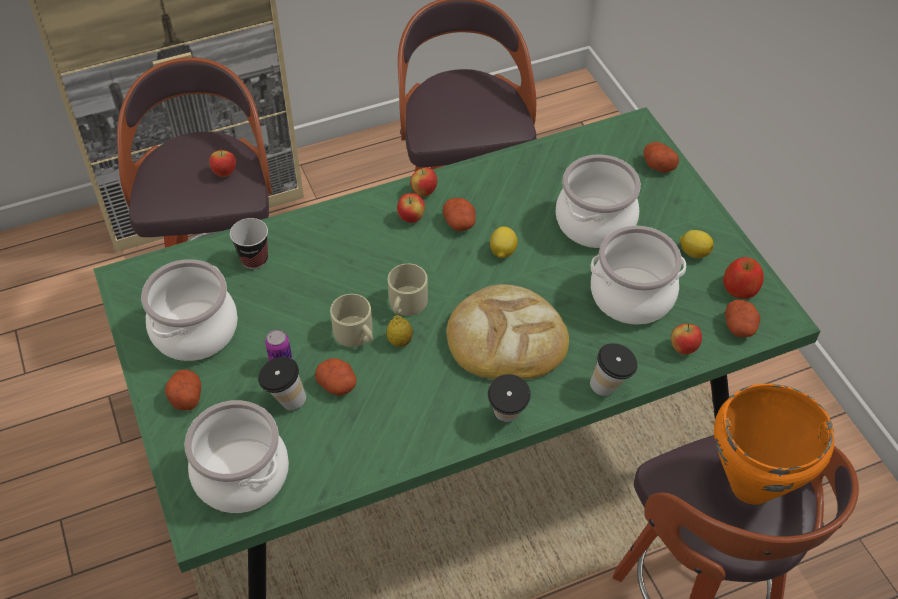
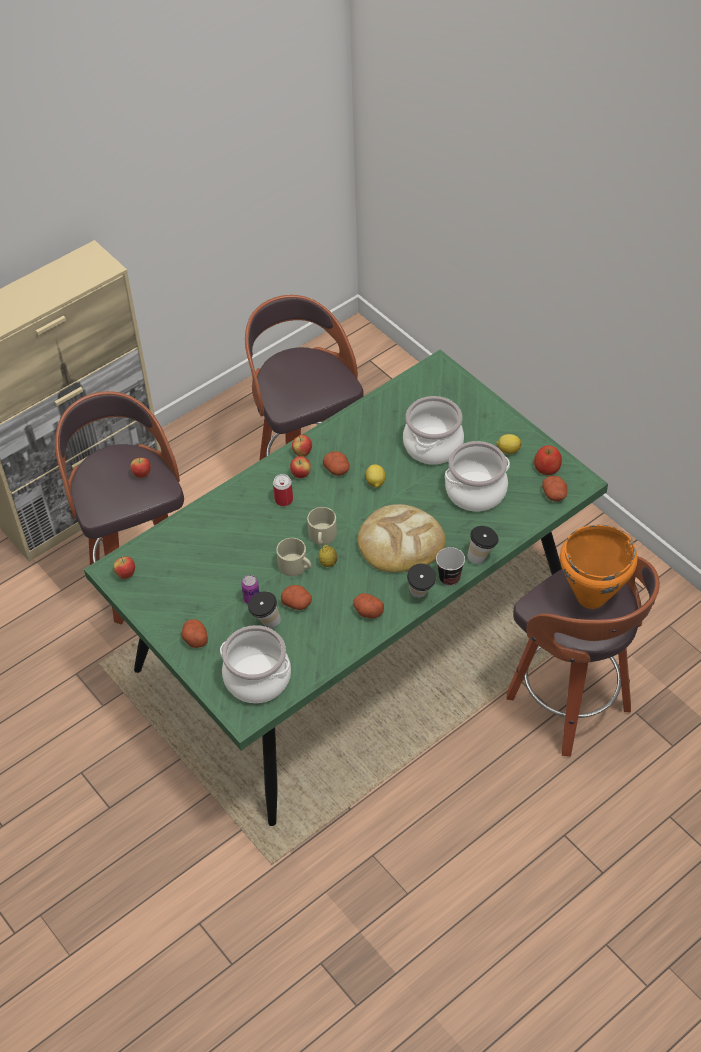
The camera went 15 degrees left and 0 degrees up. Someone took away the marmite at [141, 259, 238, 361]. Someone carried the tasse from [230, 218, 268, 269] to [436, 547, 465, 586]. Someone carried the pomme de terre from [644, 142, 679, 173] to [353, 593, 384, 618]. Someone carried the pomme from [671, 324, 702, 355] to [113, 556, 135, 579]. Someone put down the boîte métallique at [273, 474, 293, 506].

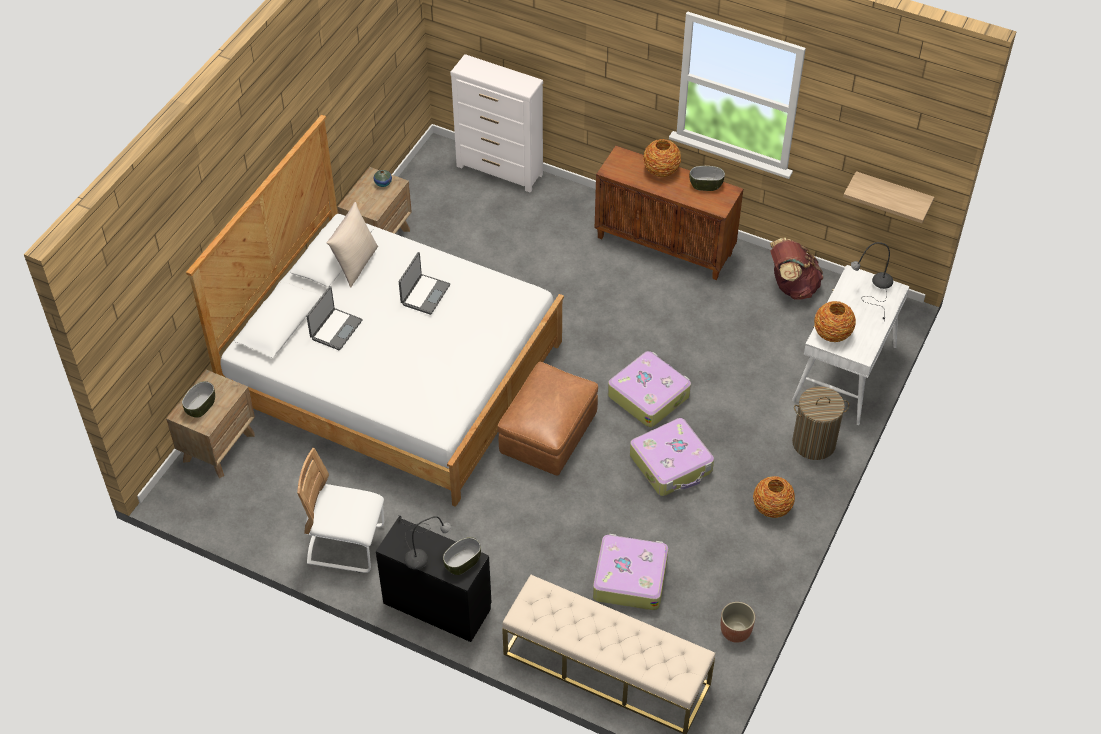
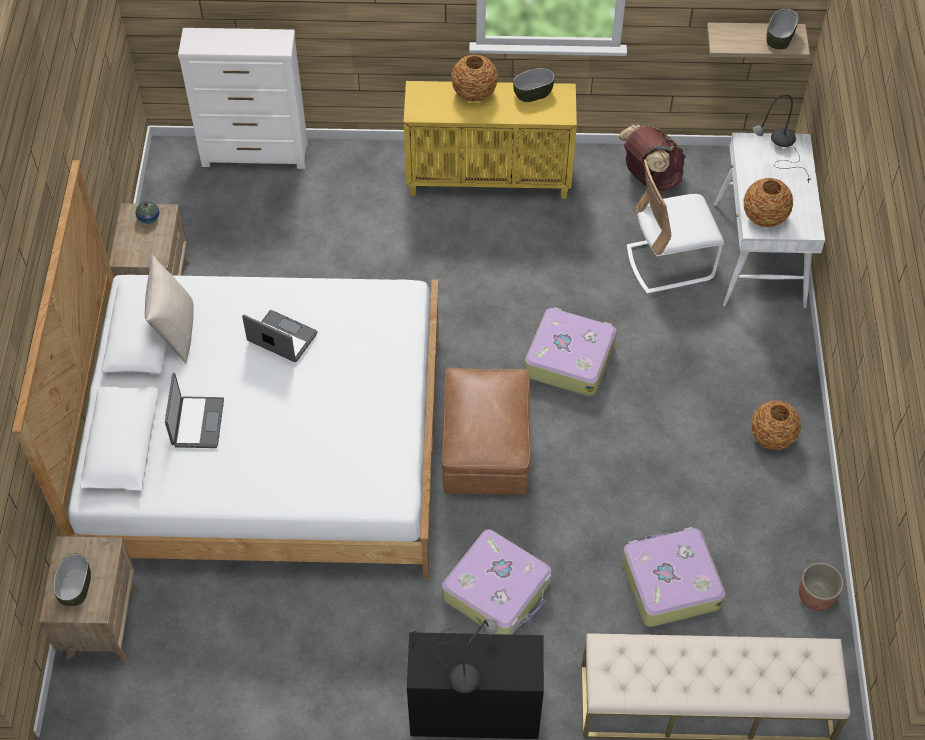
The camera went 25 degrees left and 5 degrees up. Someone carried the chaise/blanc from [297, 448, 384, 573] to [627, 159, 724, 294]. Someone rotated the ordinateur portable at [399, 252, 450, 315] by 60 degrees counterclockwise. Someone carried the bol from [443, 537, 481, 575] to [766, 8, 799, 50]. Someone repainted the meuble de rangement/marron at [595, 146, 743, 280], which became the meuble de rangement/jaune at [403, 81, 577, 198]. Someone carried the valise from [630, 418, 714, 496] to [442, 529, 551, 635]. Someone took away the panier à linge at [792, 386, 849, 460].

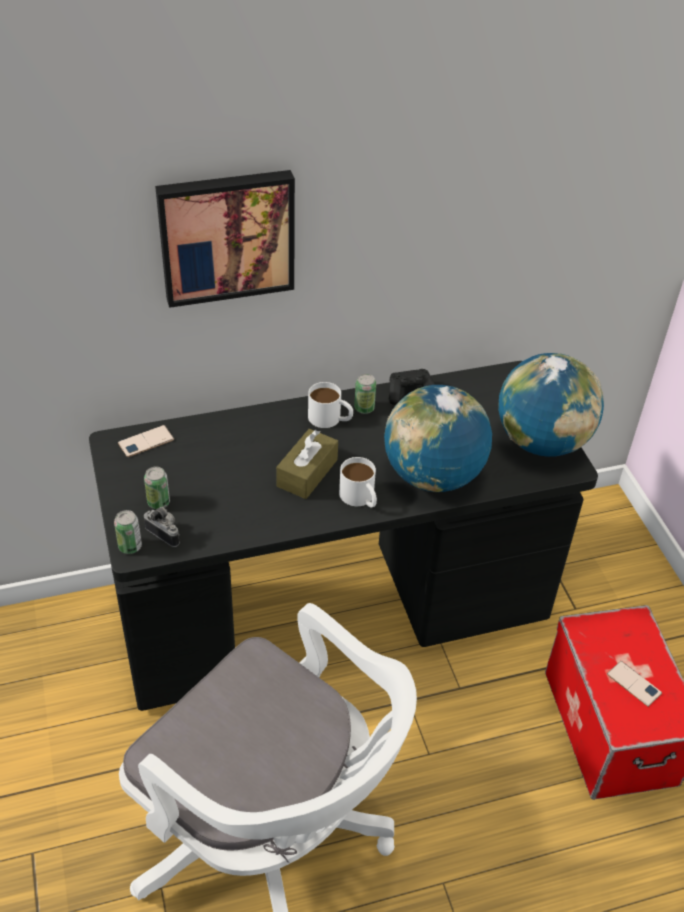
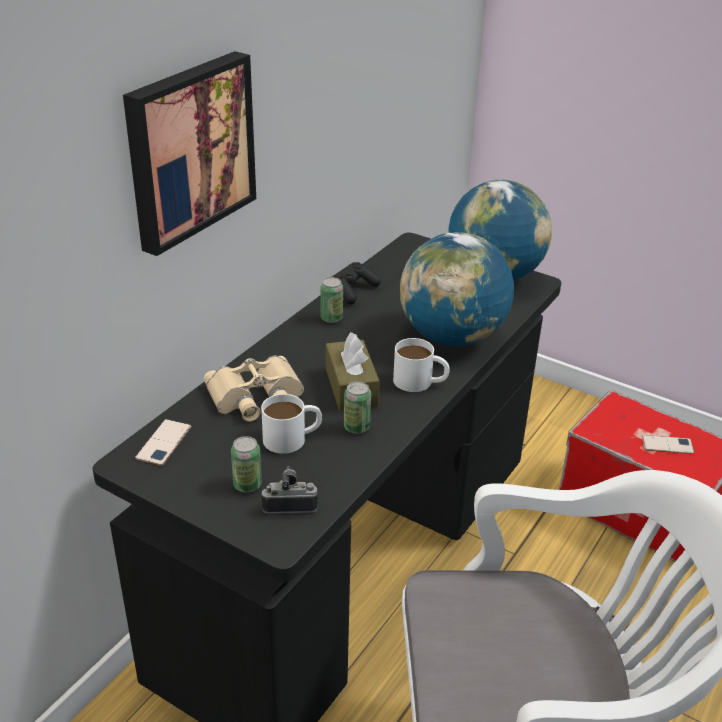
The camera went 40 degrees left and 10 degrees down. Someone carried the boîte métallique from [114, 510, 142, 554] to [344, 381, 371, 434]. Someone carried the mug/blanc from [308, 382, 353, 428] to [261, 394, 322, 454]. Someone put down the jumelles/beige at [204, 355, 304, 422].

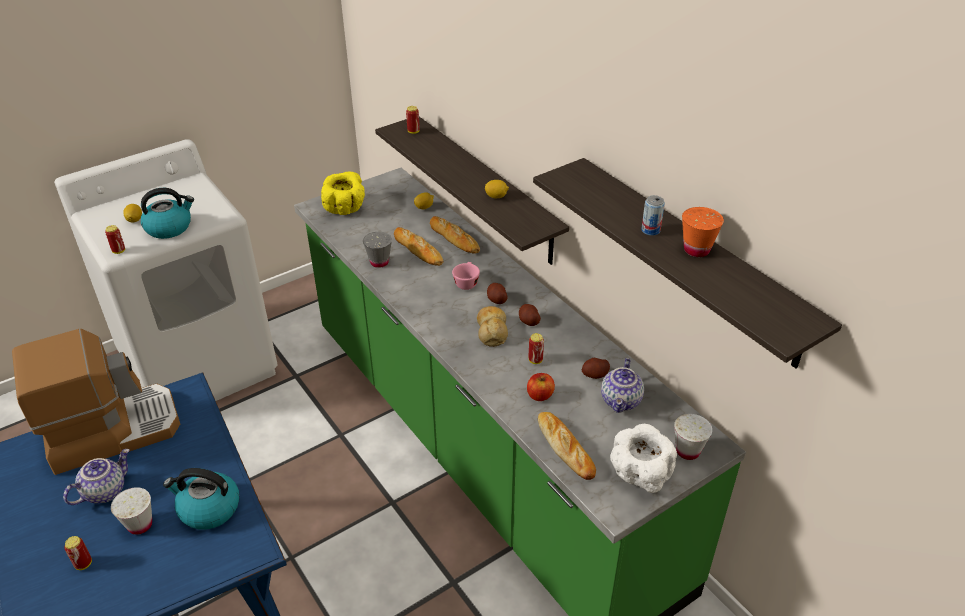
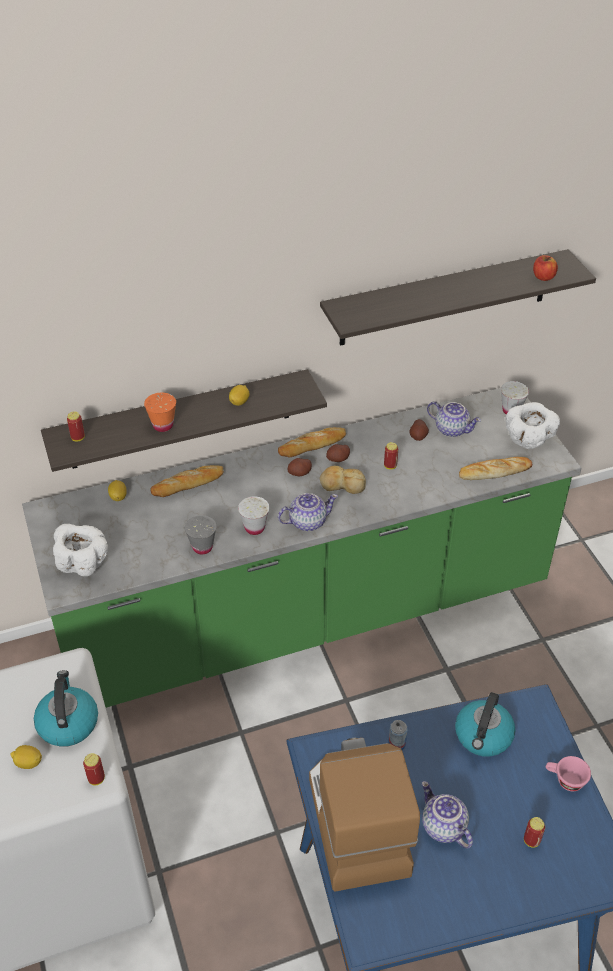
The camera went 75 degrees left and 5 degrees up. Someone carried the tasse/blanc from [111, 487, 152, 535] to [238, 496, 269, 535]. Someone repainted the bol/jaune at [321, 172, 365, 215], which became the bol/blanc at [53, 524, 108, 576]. Someone carried the pain from [394, 227, 443, 266] to [278, 427, 346, 458]. Someone carried the tasse/rose from [452, 262, 480, 290] to [546, 756, 591, 791]. Someone carried the pomme from [527, 373, 555, 401] to [533, 255, 558, 281]. Someone carried the boîte métallique from [641, 195, 665, 236] to [388, 720, 408, 750]. Someone carried the tasse/orange from [682, 207, 724, 257] to [144, 393, 176, 432]. Someone put down the théière at [278, 493, 338, 531].

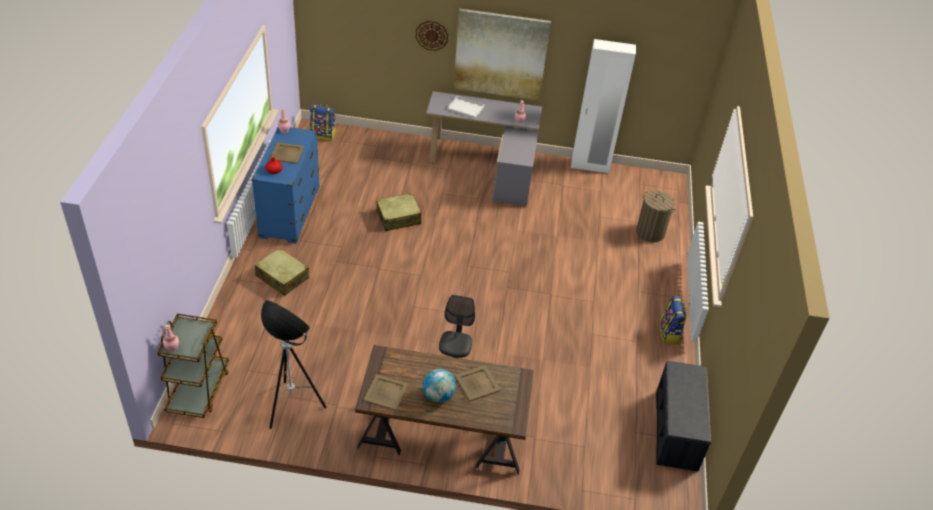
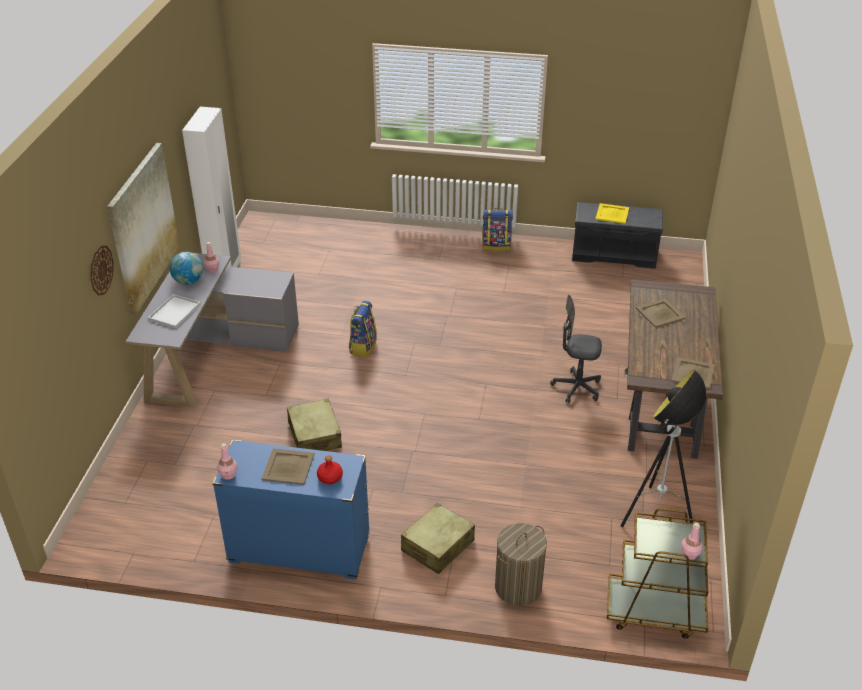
The camera went 85 degrees left and 5 degrees down. Someone carried the sac à dos from [310, 104, 336, 141] to [349, 301, 377, 357]. Someone carried the globe from [422, 369, 456, 403] to [170, 252, 203, 285]. Someone carried the panier à linge from [636, 191, 676, 242] to [495, 523, 547, 606]. Someone put down the plateau/jaune at [595, 203, 629, 224].

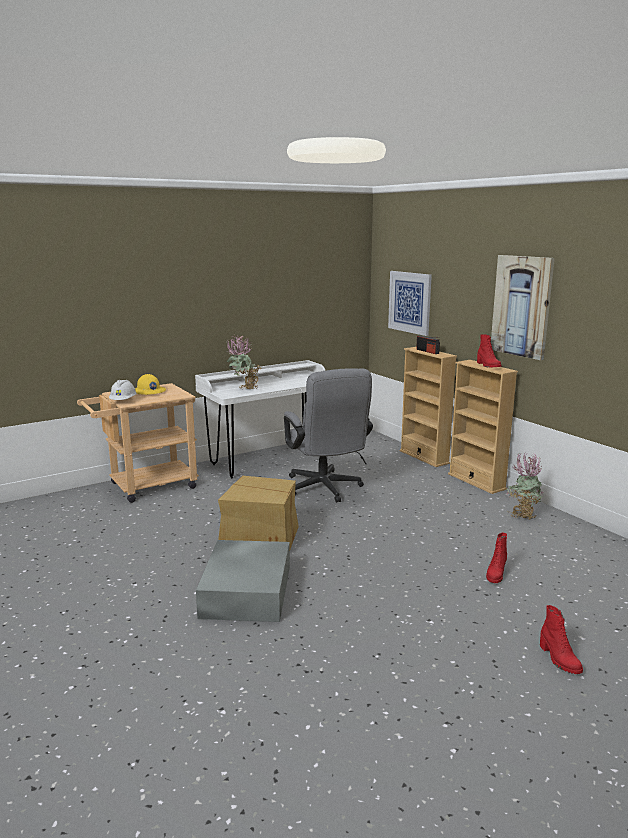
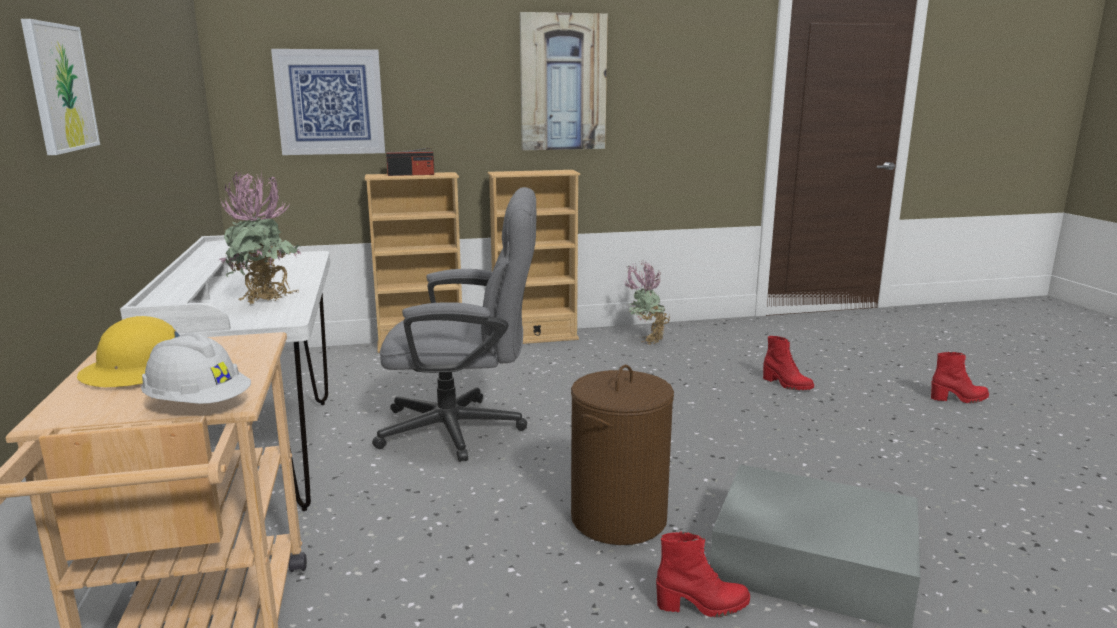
The camera went 70 degrees left and 0 degrees up. Someone swapped the carton at [218, 476, 299, 549] for the panier à linge/marron at [571, 365, 674, 545]. Someone carried the botte/rouge from [477, 334, 501, 368] to [656, 531, 750, 617]. Someone put up the tableau at [21, 19, 100, 155].

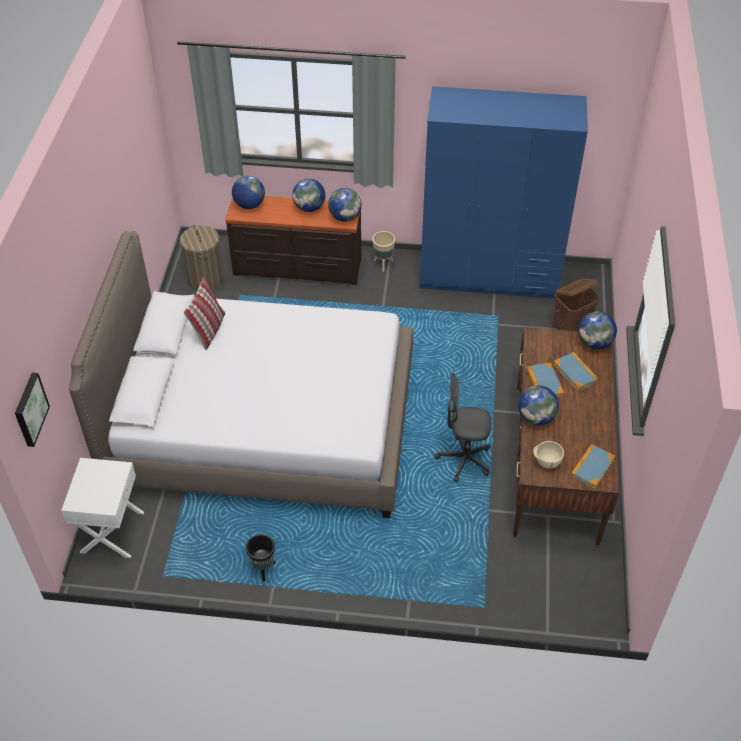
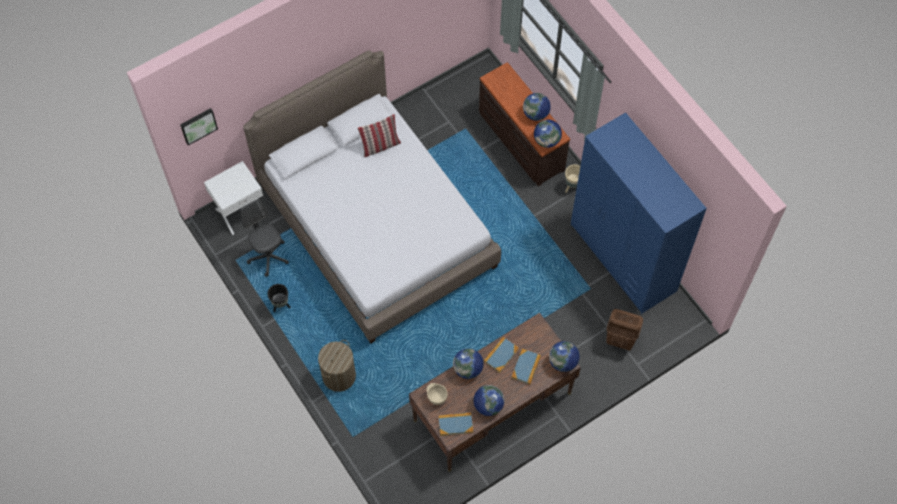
The camera went 50 degrees right and 15 degrees up. Someone carried the panier à linge from [180, 225, 224, 291] to [318, 340, 356, 392]. Someone carried the globe from [232, 176, 265, 209] to [473, 385, 504, 416]. Someone carried the chaise de bureau/gris from [435, 372, 491, 482] to [241, 199, 289, 277].

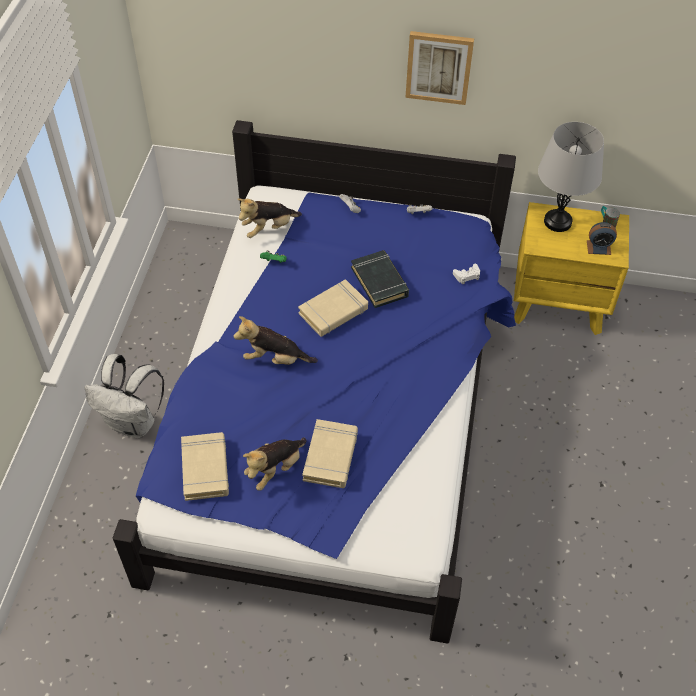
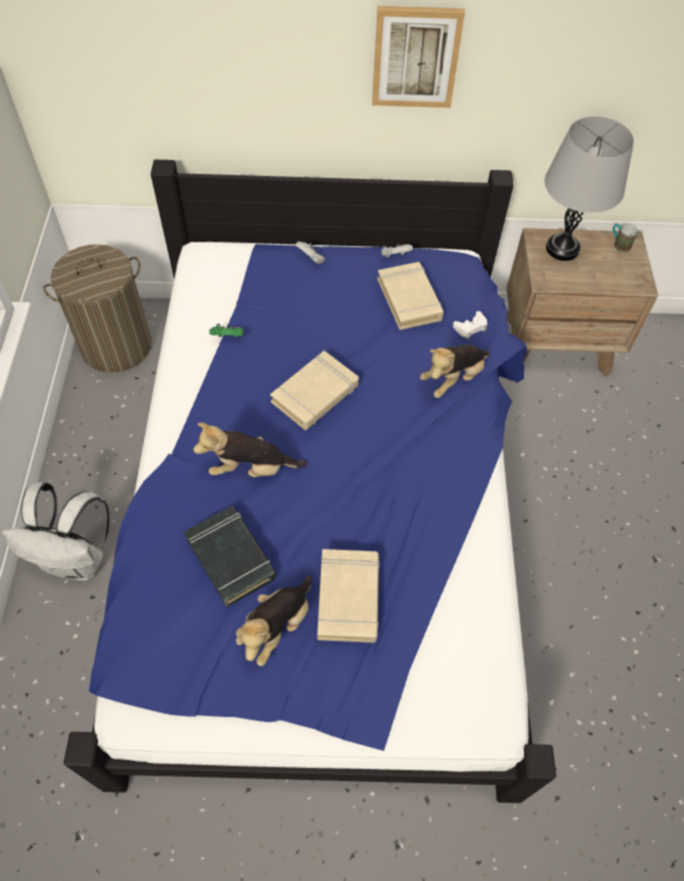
The camera went 10 degrees left and 5 degrees up. Someone carried the livre/beige from [181, 432, 229, 501] to [377, 262, 444, 330]. Someone carried the peluche from [237, 198, 302, 238] to [420, 345, 489, 398]. Someone carried the livre/noir from [351, 250, 409, 308] to [184, 506, 276, 607]. Someone repainted the table de chevet/jaune at [514, 202, 629, 335], which became the table de chevet/marron at [506, 228, 658, 377]. Someone took away the réveil at [587, 222, 617, 255]. Someone put down the panier à linge at [43, 244, 152, 373].

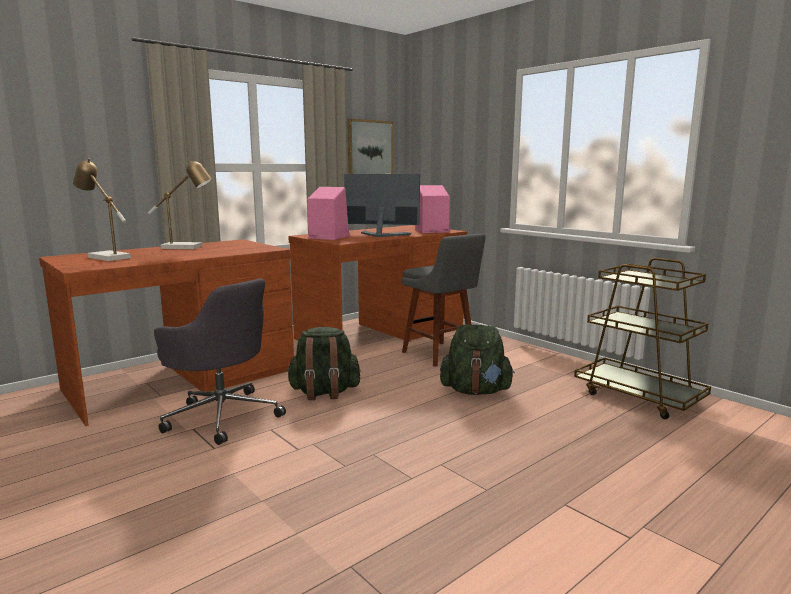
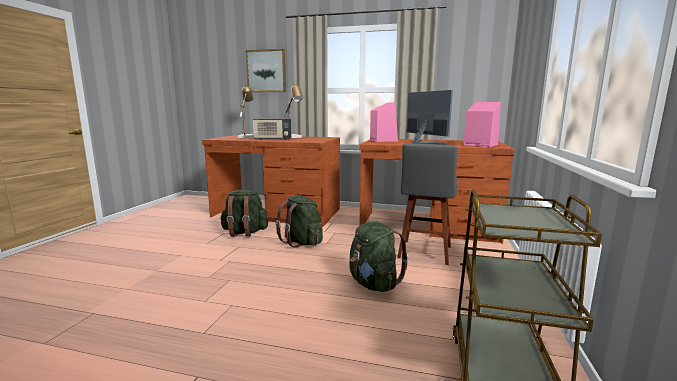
The camera went 55 degrees right and 0 degrees up. Someone swapped the chaise de bureau/gris at [154, 278, 286, 445] for the sac à dos/vert at [220, 190, 268, 237]. Someone carried the tableau from [347, 119, 393, 174] to [246, 49, 286, 92]. Someone put down the radio at [252, 118, 292, 140].

